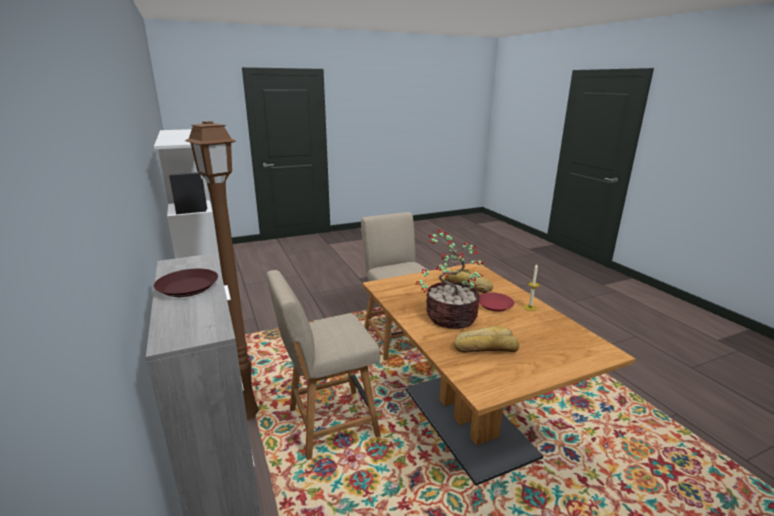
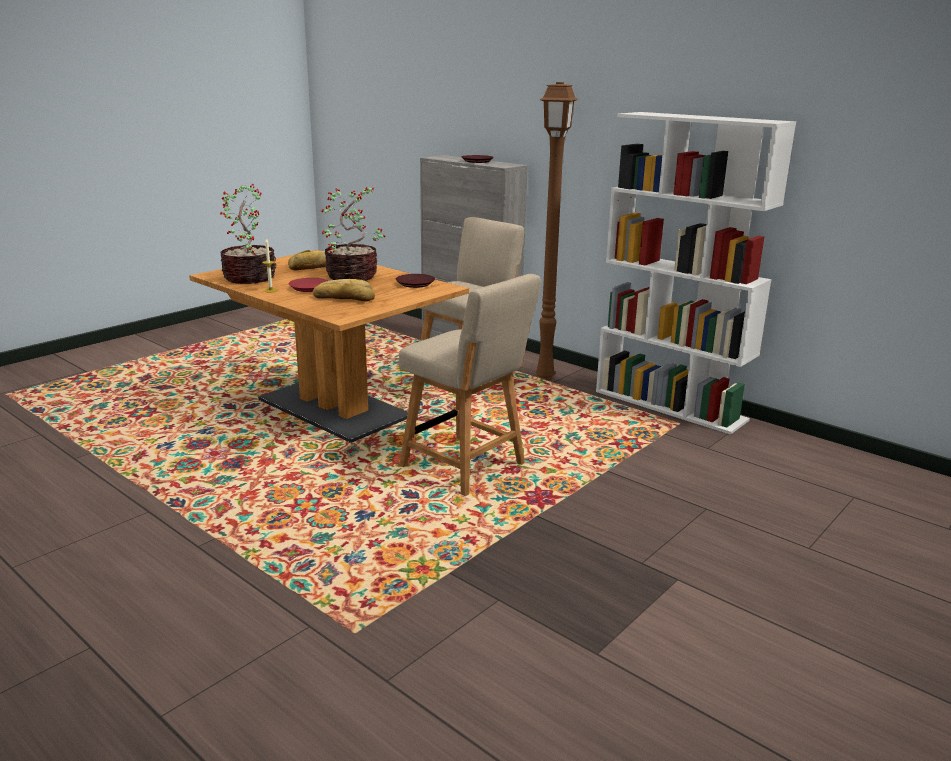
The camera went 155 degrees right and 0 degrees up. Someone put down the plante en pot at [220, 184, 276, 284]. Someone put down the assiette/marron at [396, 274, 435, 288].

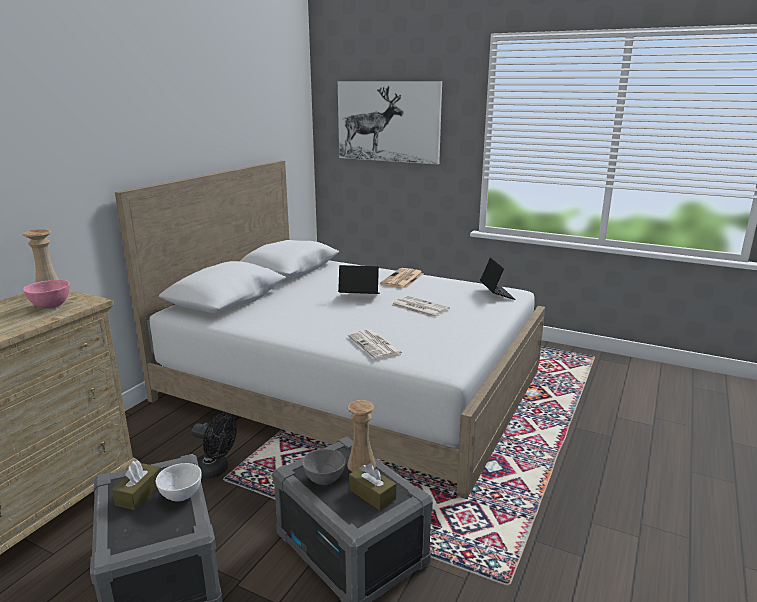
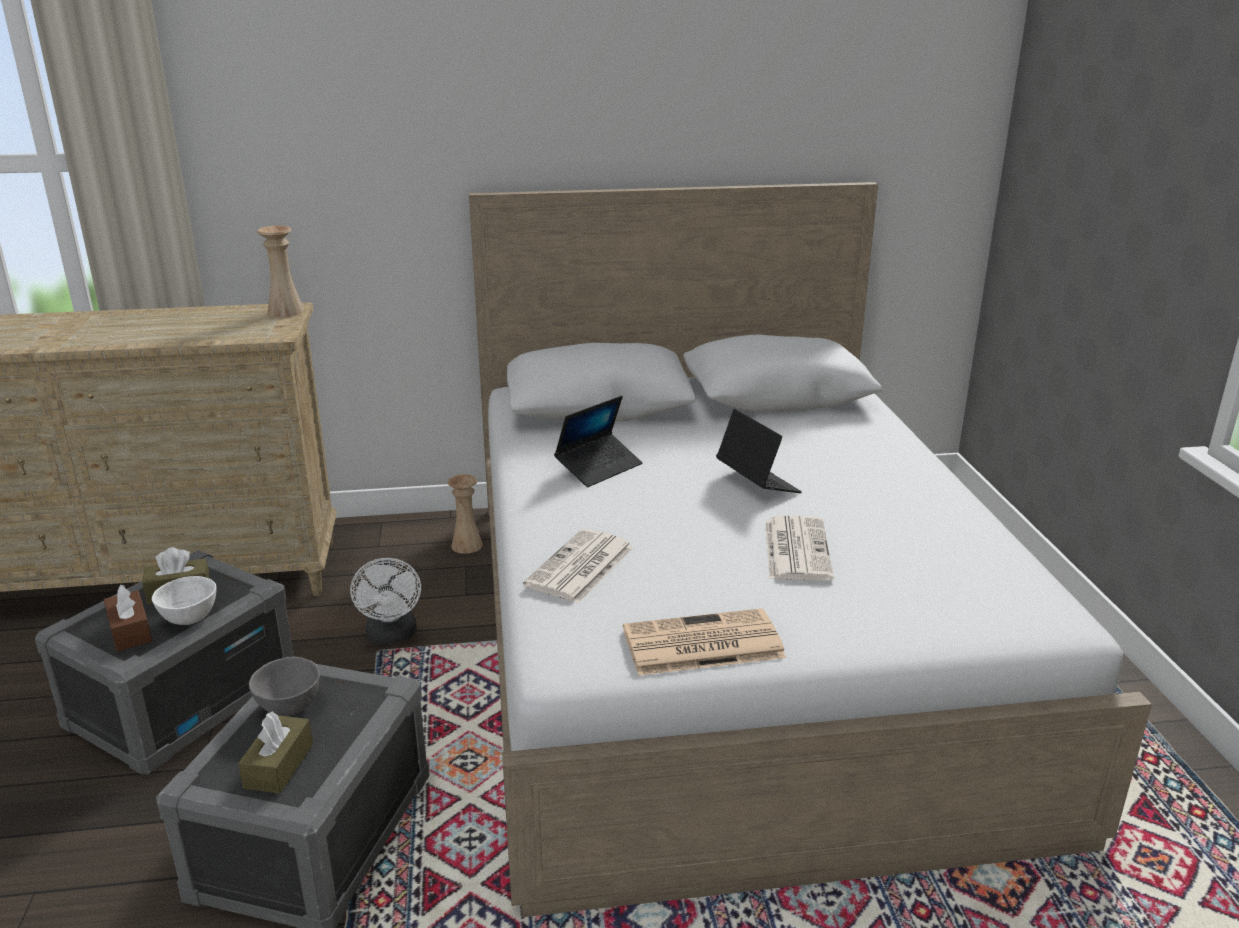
The camera went 55 degrees right and 5 degrees up. Someone took away the bol/rose at [23, 280, 70, 309]. Someone repainted the ventilateur/noir at [192, 414, 236, 479], which became the ventilateur/blanc at [350, 558, 421, 645]. Someone took away the tableau at [338, 81, 442, 164]. Someone carried the vase/beige from [347, 400, 376, 472] to [448, 474, 483, 554]. Someone carried the journal from [380, 268, 423, 289] to [623, 608, 786, 676]. Someone carried the ordinateur portable from [480, 257, 516, 300] to [554, 396, 642, 487]. Someone put down the boîte à mouchoirs/marron at [104, 585, 152, 651].

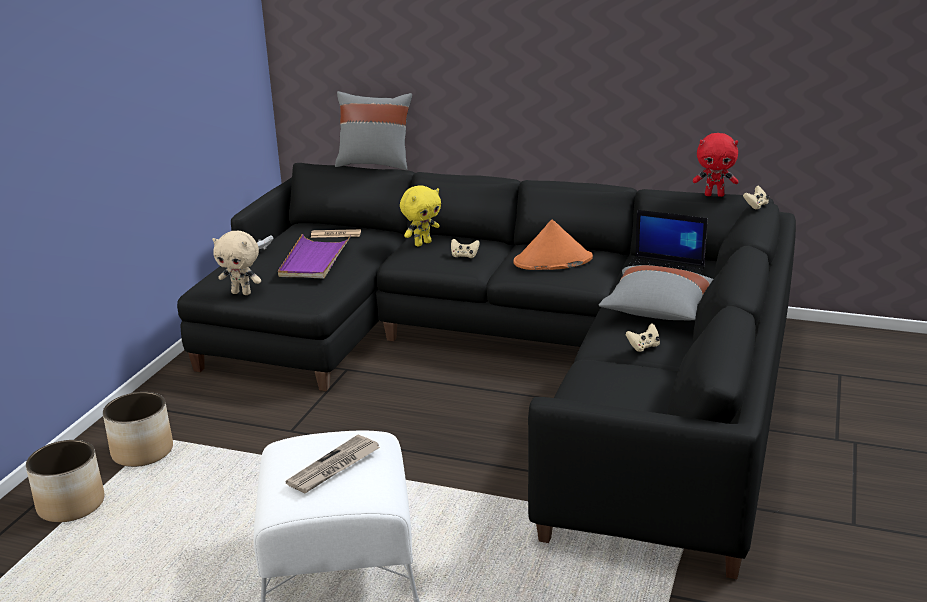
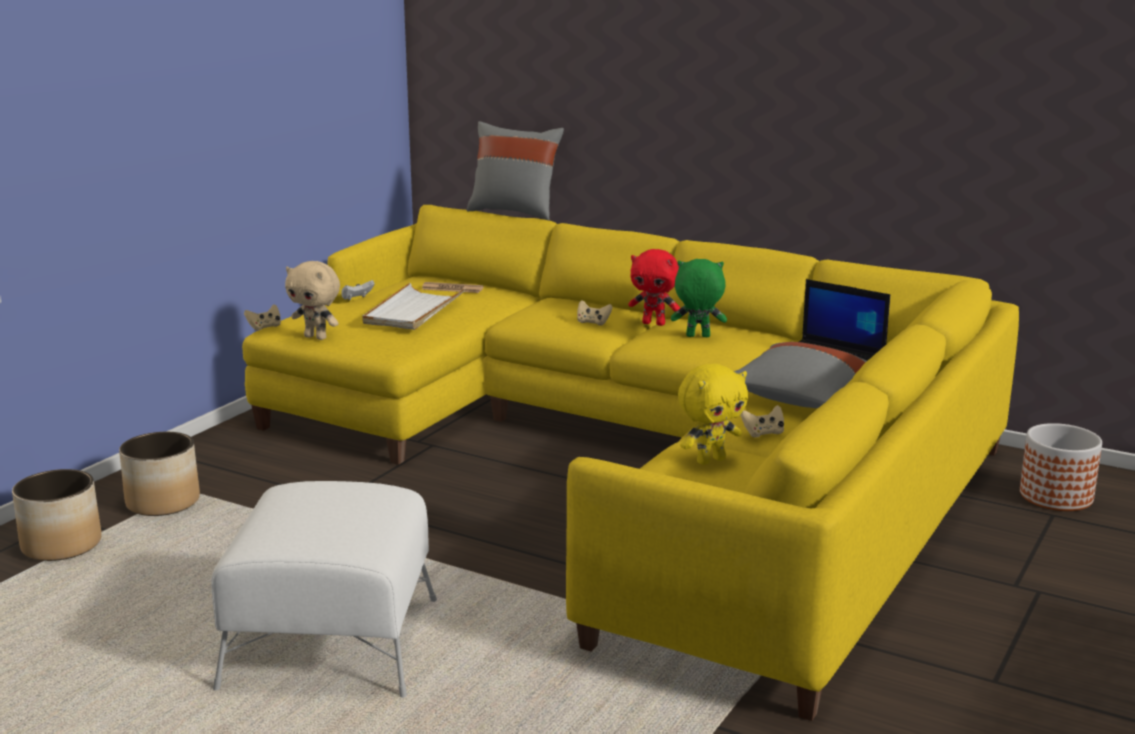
The camera went 10 degrees right and 5 degrees down. Someone repainted the canapé/noir at [177, 163, 796, 579], which became the canapé/jaune at [242, 205, 1019, 721]. Someone repainted the plateau/violet at [278, 234, 351, 278], which became the plateau/blanc at [362, 283, 465, 330]. Someone took away the journal at [285, 435, 380, 493]. Someone carried the peluche/jaune from [400, 185, 441, 246] to [678, 364, 748, 465]. Someone swapped the chapeau/orange at [513, 219, 593, 270] for the peluche/vert at [671, 259, 727, 337]. Someone carried the peluche/rouge from [693, 133, 738, 197] to [628, 249, 680, 326]. Someone carried the manette/beige from [743, 186, 769, 209] to [244, 304, 281, 331]. Someone put down the cache-pot at [1020, 423, 1102, 511].

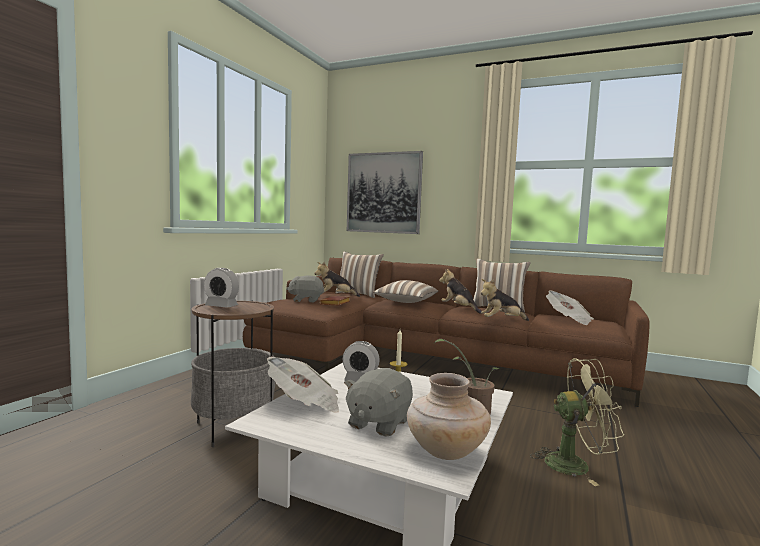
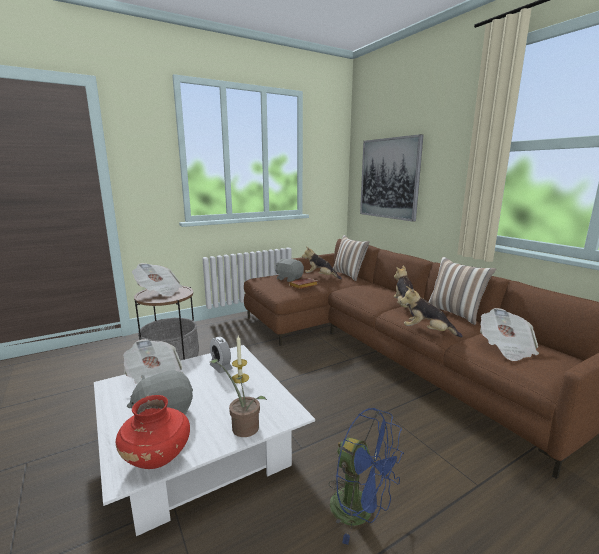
The camera went 35 degrees right and 10 degrees up. Someone swapped the réveil at [204, 268, 239, 308] for the journal at [132, 263, 182, 297]. Someone took away the coussin at [373, 280, 438, 303]. Someone repainted the vase/beige at [407, 373, 491, 460], which became the vase/rouge at [116, 395, 190, 469]. Someone repainted the ventilateur/vert at [530, 358, 624, 486], which became the ventilateur/bleu at [328, 408, 404, 545].

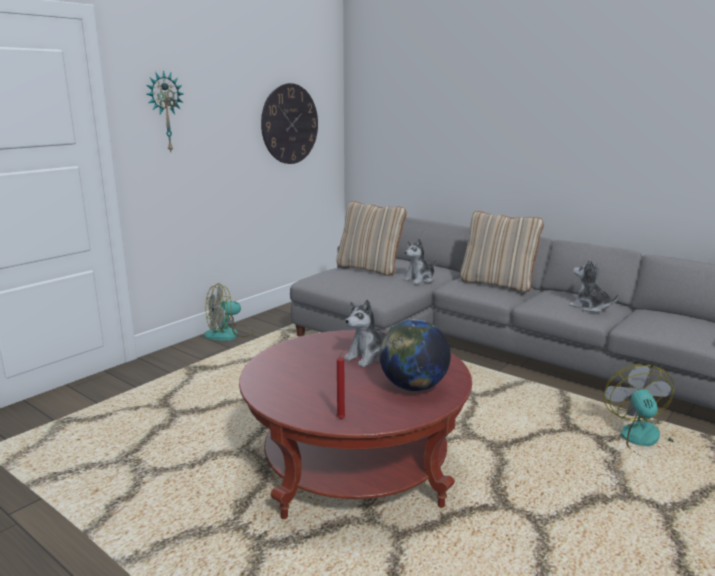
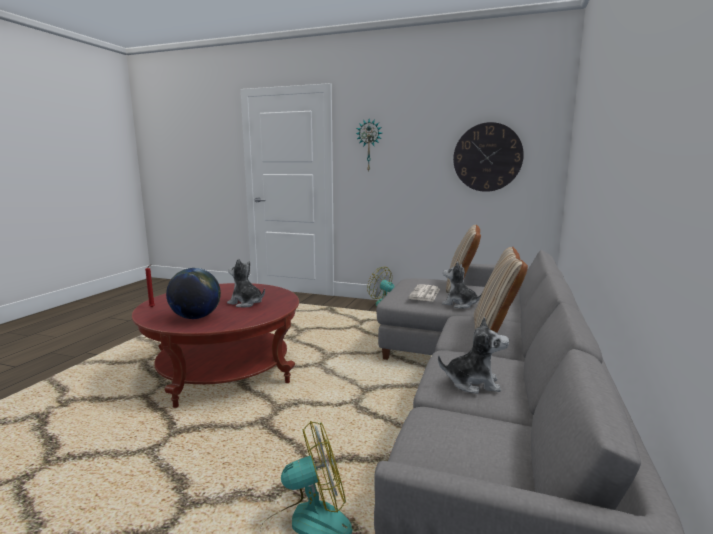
The camera went 70 degrees right and 5 degrees down. Someone rotated the peluche at [569, 259, 619, 312] by 75 degrees clockwise. Someone put down the journal at [408, 284, 440, 301].

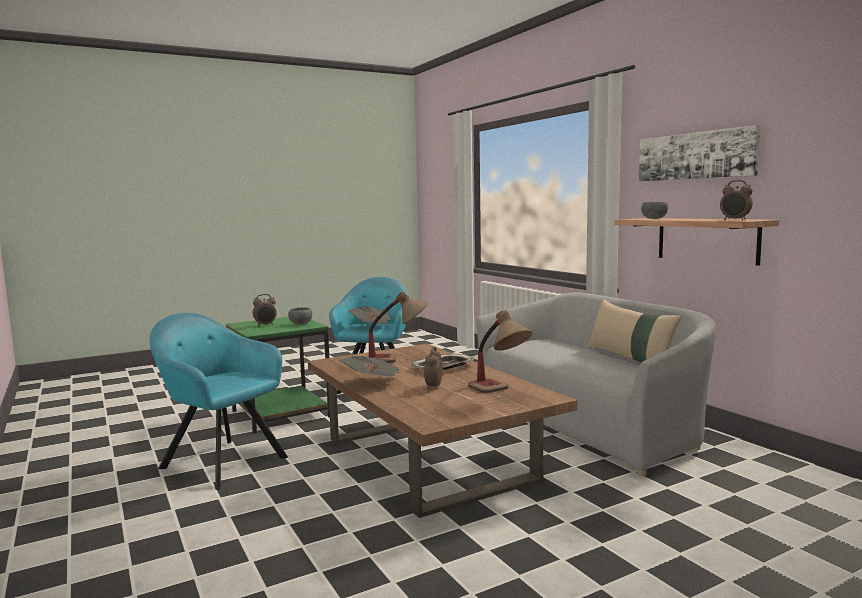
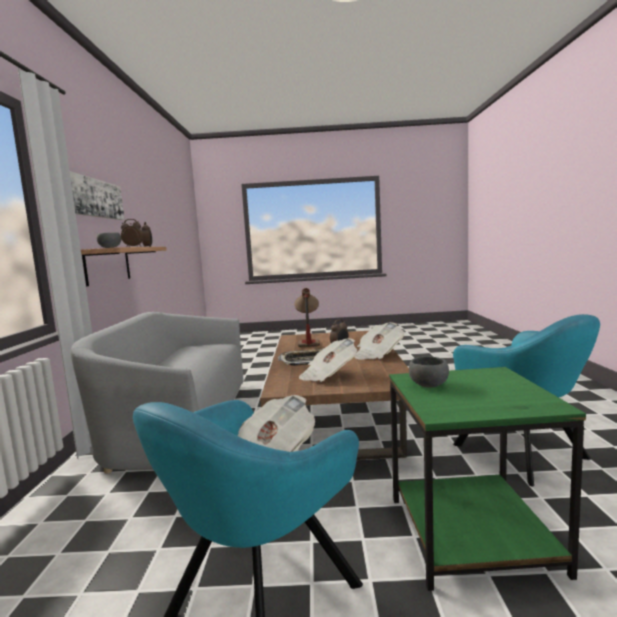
The camera went 150 degrees left and 0 degrees up. Someone carried the réveil from [253, 294, 277, 326] to [121, 219, 143, 247]. Someone swapped the lampe de table at [369, 291, 428, 363] for the journal at [299, 338, 357, 382]. Someone took away the coussin/beige at [588, 299, 682, 363].

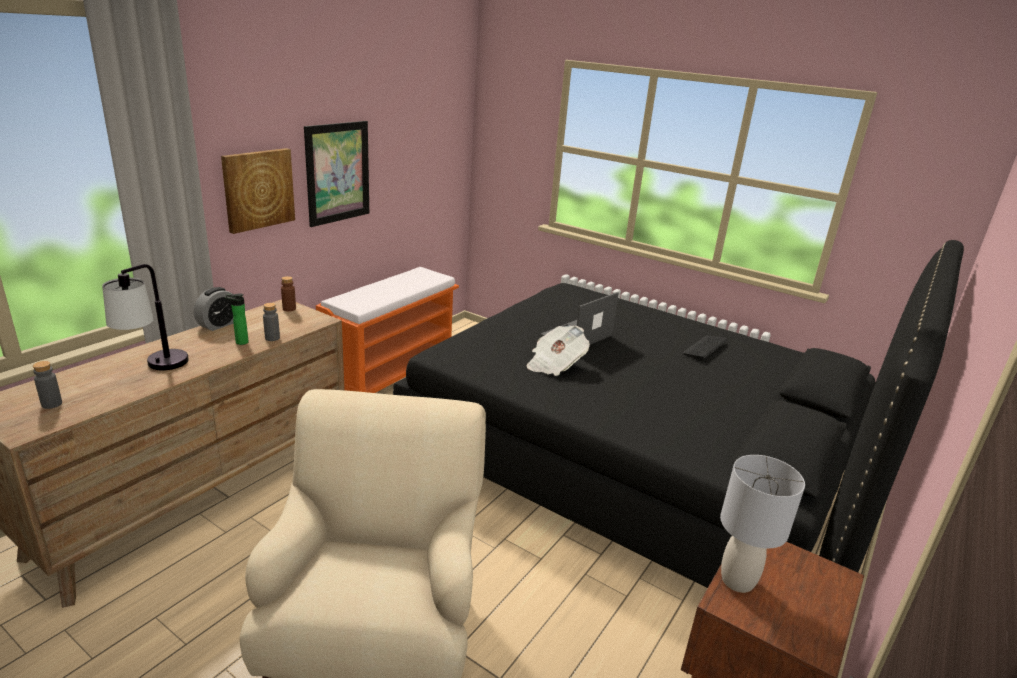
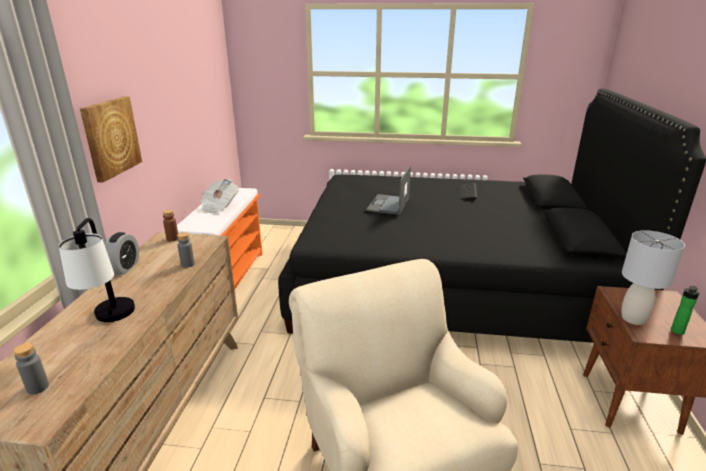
The camera went 25 degrees left and 0 degrees up. Someone carried the bouteille from [225, 293, 249, 345] to [671, 286, 699, 335]. Someone took away the tableau at [304, 121, 369, 227]. Someone carried the journal from [527, 326, 590, 376] to [200, 179, 239, 213].

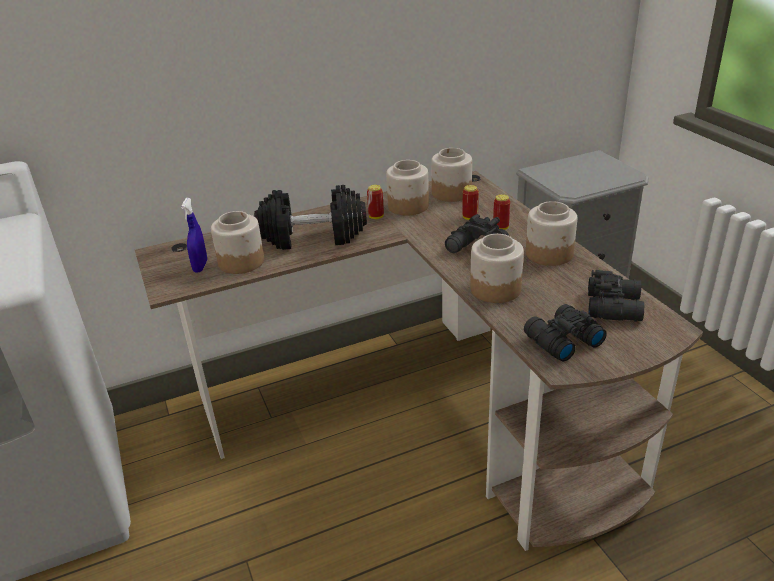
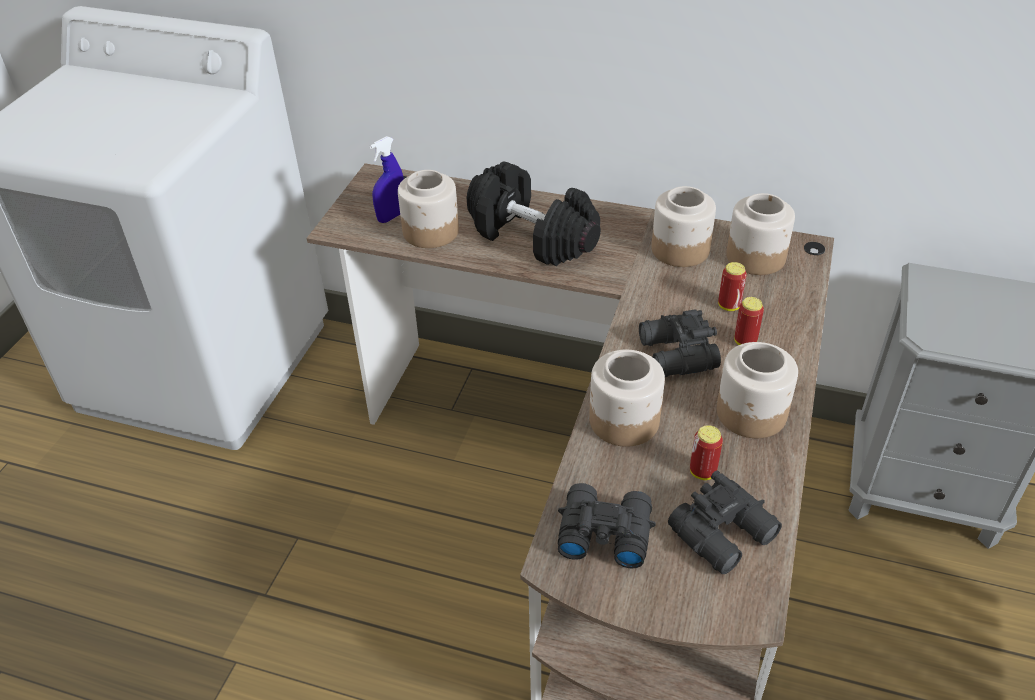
The camera went 40 degrees right and 10 degrees up. Someone carried the boîte métallique from [367, 185, 384, 219] to [690, 425, 723, 480].

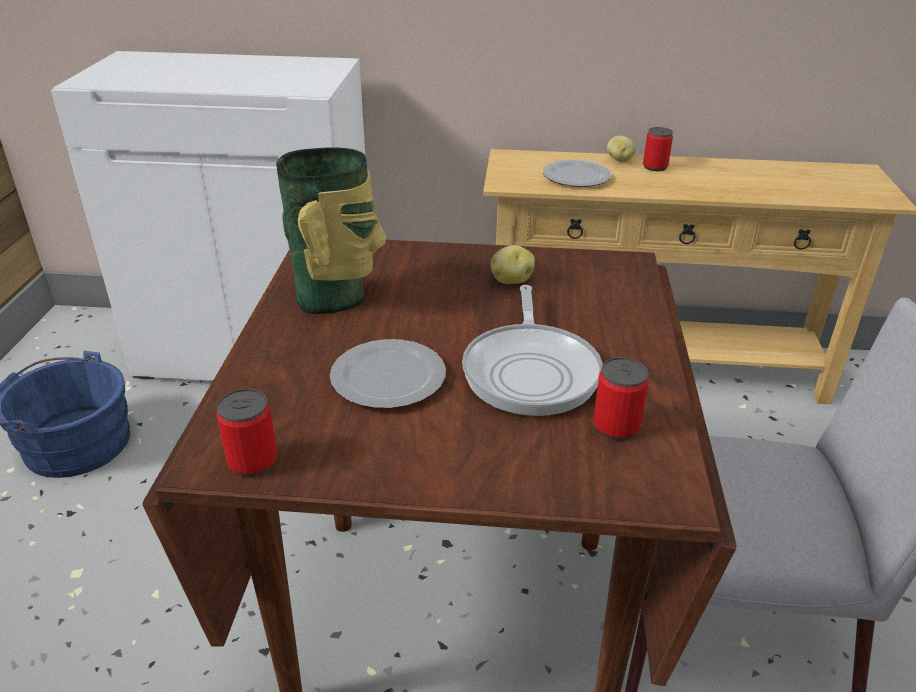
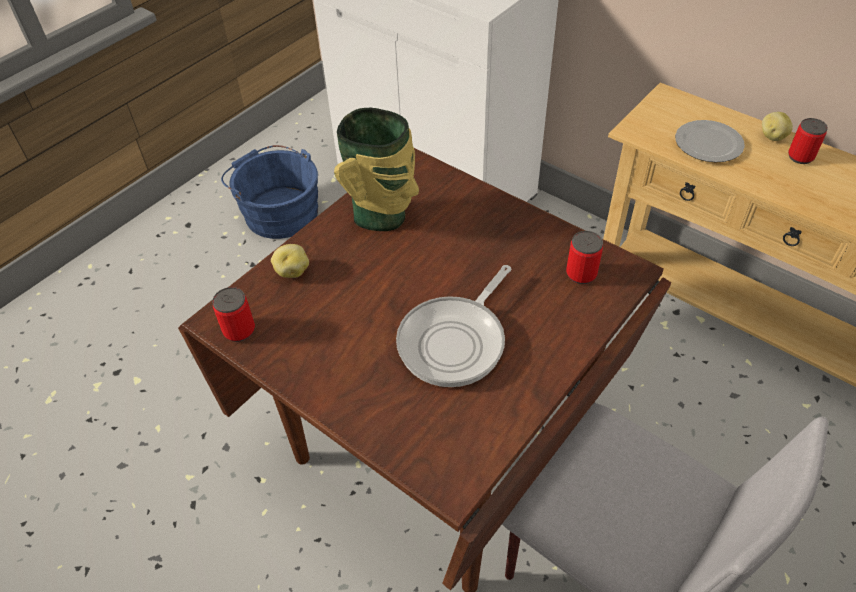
The camera went 35 degrees right and 15 degrees up. Someone took away the assiette at [330, 339, 446, 409]. Someone carried the pomme de terre from [491, 245, 535, 284] to [271, 244, 309, 278]. Someone carried the boîte métallique from [593, 357, 649, 441] to [566, 231, 603, 284].

